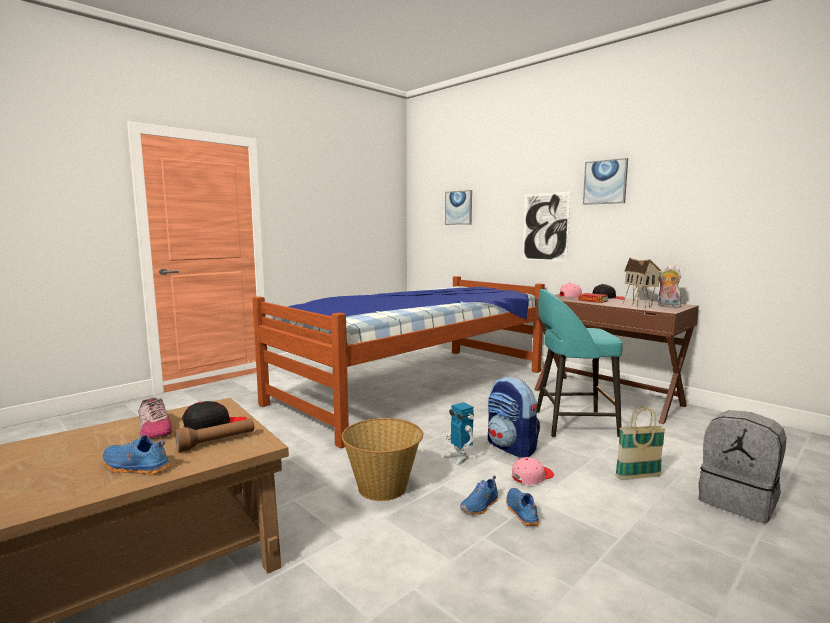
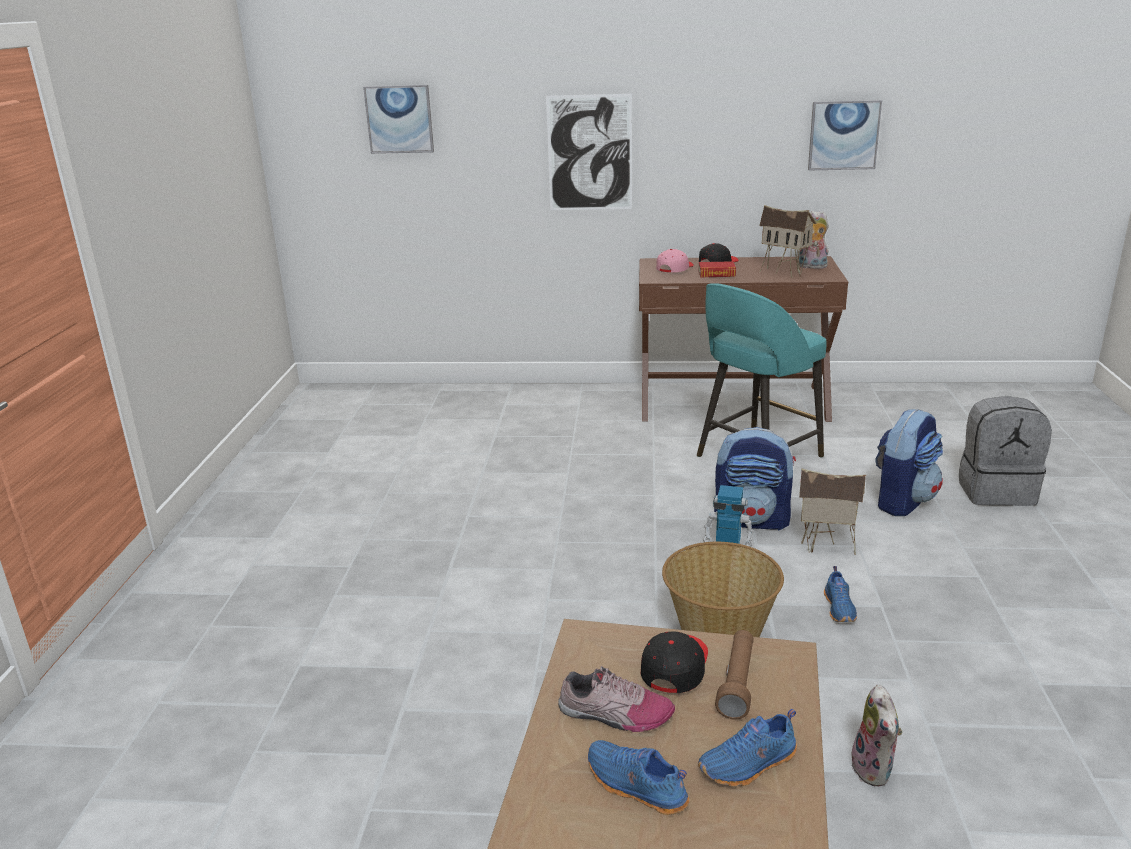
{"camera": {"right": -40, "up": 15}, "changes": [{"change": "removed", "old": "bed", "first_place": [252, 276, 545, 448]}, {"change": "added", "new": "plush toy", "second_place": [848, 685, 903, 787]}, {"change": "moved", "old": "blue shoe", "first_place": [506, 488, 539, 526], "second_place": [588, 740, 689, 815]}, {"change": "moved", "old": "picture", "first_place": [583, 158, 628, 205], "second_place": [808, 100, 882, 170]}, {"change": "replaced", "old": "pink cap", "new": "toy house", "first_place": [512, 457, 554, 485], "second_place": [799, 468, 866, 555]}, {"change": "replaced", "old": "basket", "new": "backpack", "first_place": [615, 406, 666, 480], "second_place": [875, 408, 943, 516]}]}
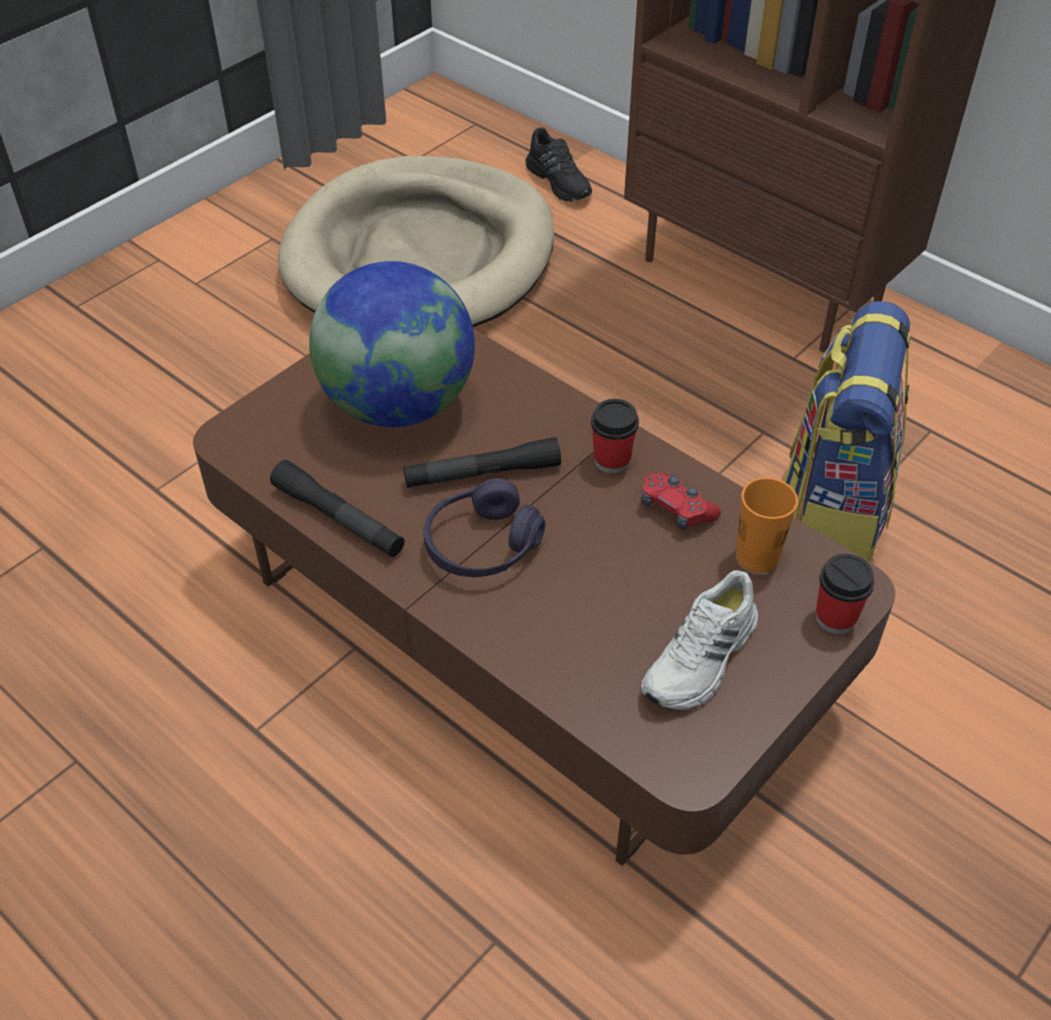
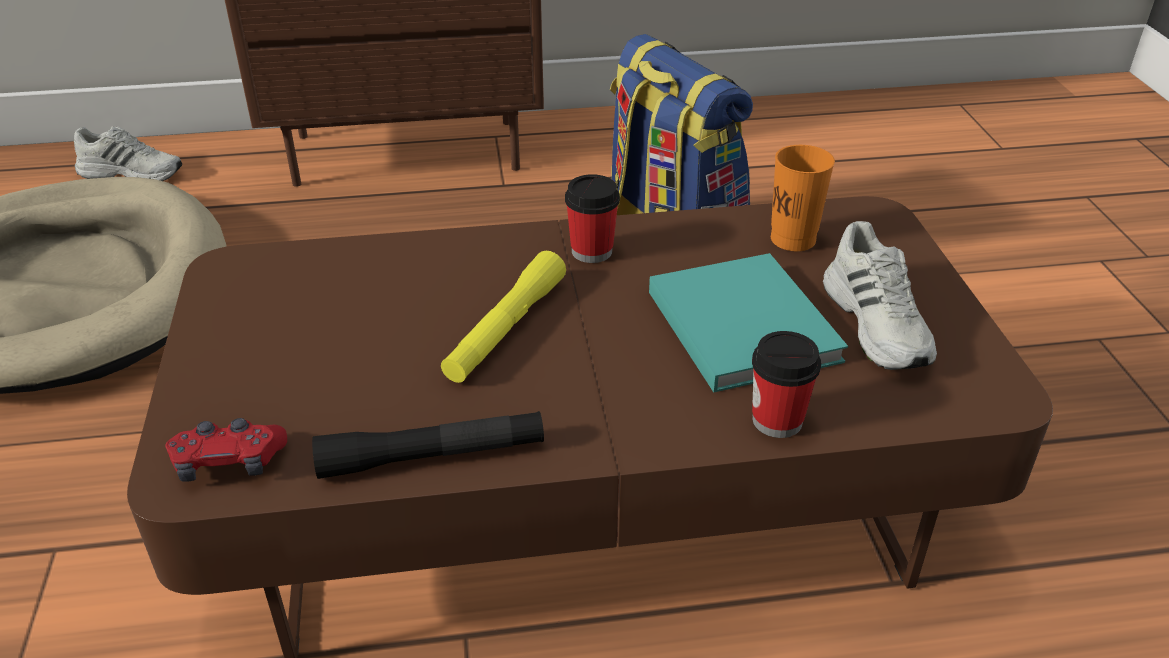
{"camera": {"right": -50, "up": -10}, "changes": [{"change": "removed", "old": "globe", "first_place": [309, 261, 475, 427]}, {"change": "removed", "old": "purple headphones", "first_place": [423, 478, 545, 577]}, {"change": "added", "new": "turquoise book", "second_place": [649, 253, 848, 392]}, {"change": "moved", "old": "red game controller", "first_place": [641, 473, 721, 530], "second_place": [166, 418, 287, 482]}, {"change": "moved", "old": "cup", "first_place": [816, 554, 875, 634], "second_place": [752, 331, 821, 438]}, {"change": "recoloured", "old": "black flashlight", "new": "yellow flashlight", "first_place": [403, 437, 561, 488], "second_place": [441, 251, 566, 383]}, {"change": "recoloured", "old": "black shoe", "new": "white shoe", "first_place": [525, 127, 592, 202], "second_place": [74, 126, 182, 181]}]}
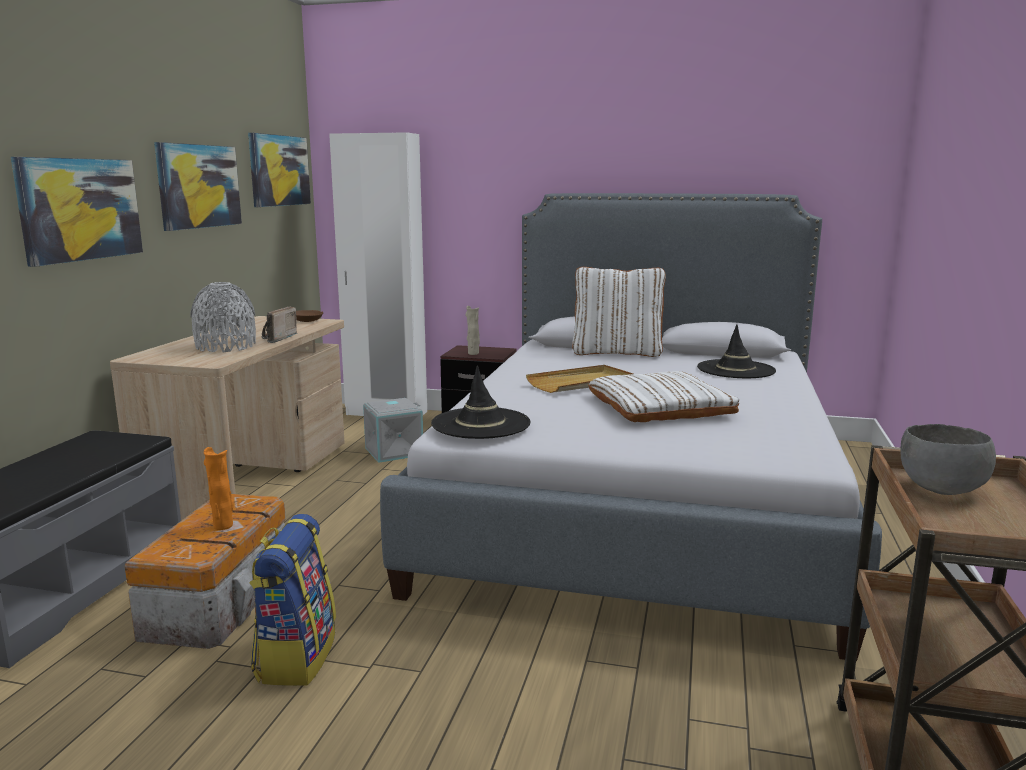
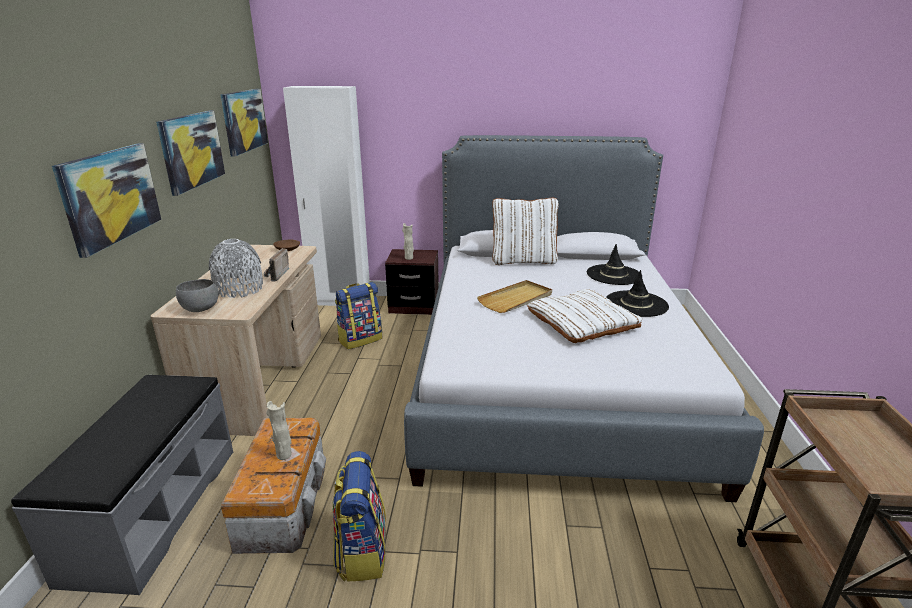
{"camera": {"right": -10, "up": 10}, "changes": [{"change": "moved", "old": "black hat", "first_place": [431, 366, 531, 439], "second_place": [606, 270, 669, 317]}, {"change": "moved", "old": "grey bowl", "first_place": [900, 424, 996, 495], "second_place": [176, 279, 218, 312]}, {"change": "replaced", "old": "grey storage box", "new": "backpack", "first_place": [363, 398, 423, 463], "second_place": [335, 282, 382, 349]}, {"change": "recoloured", "old": "orange vase", "new": "beige vase", "first_place": [204, 447, 234, 530], "second_place": [266, 401, 292, 460]}]}
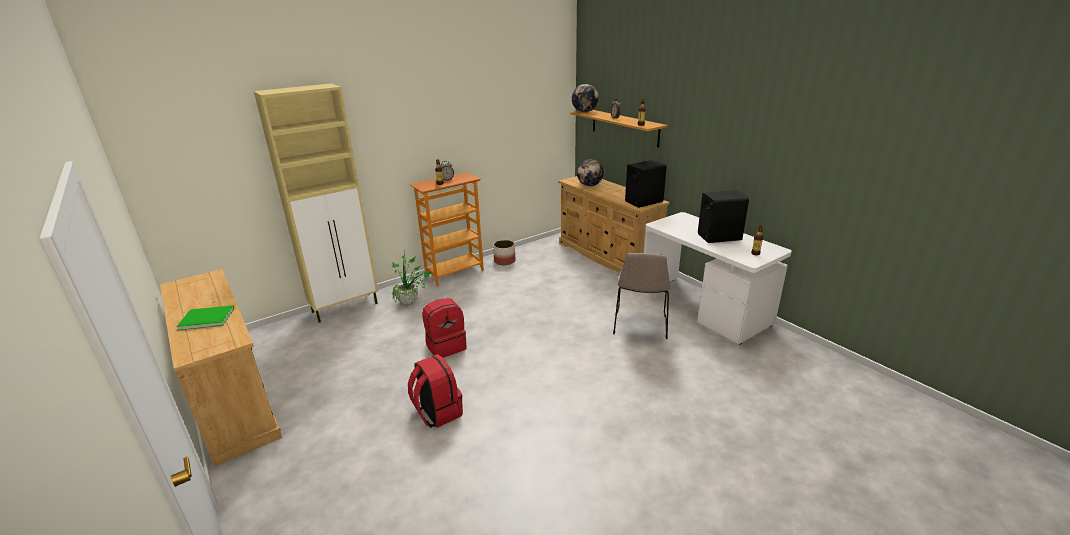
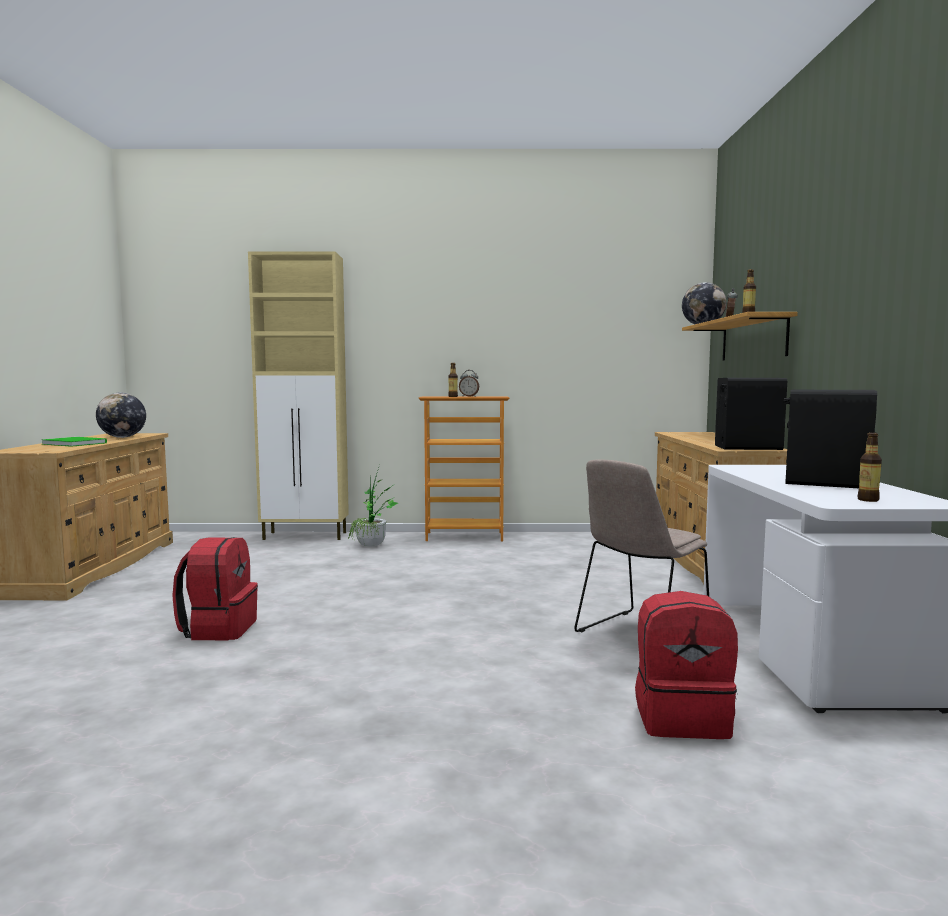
{"camera": {"right": 35, "up": -20}, "changes": [{"change": "removed", "old": "planter", "first_place": [493, 240, 515, 265]}, {"change": "moved", "old": "red backpack", "first_place": [422, 298, 467, 358], "second_place": [635, 591, 738, 739]}, {"change": "moved", "old": "globe", "first_place": [577, 159, 604, 186], "second_place": [96, 393, 146, 438]}]}
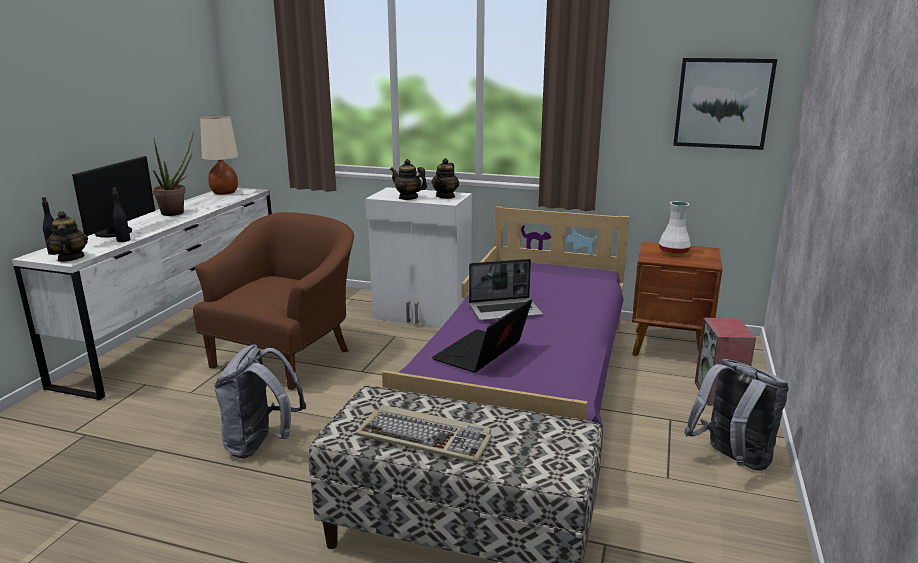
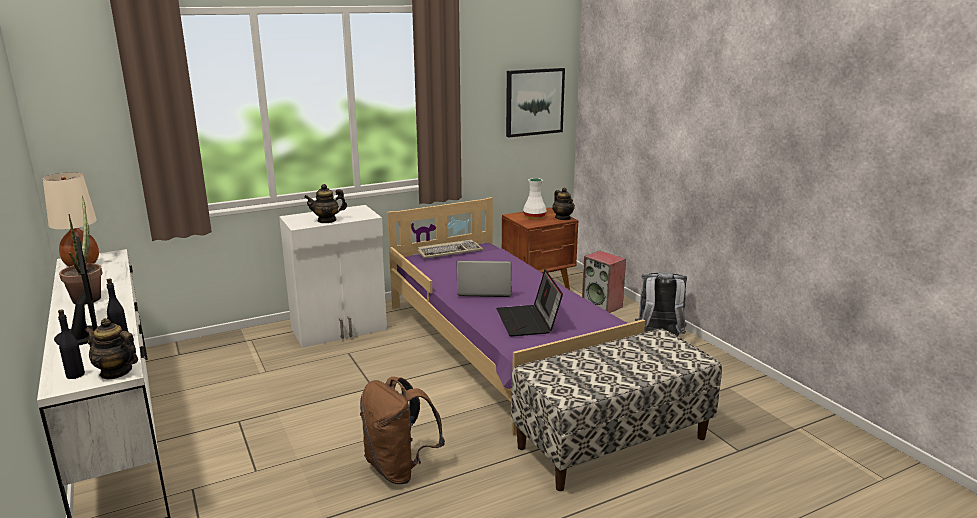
{"camera": {"right": -45, "up": 0}, "changes": [{"change": "removed", "old": "brown armchair", "first_place": [193, 212, 354, 390]}, {"change": "moved", "old": "keyboard", "first_place": [355, 405, 492, 463], "second_place": [418, 240, 483, 258]}, {"change": "moved", "old": "teapot", "first_place": [432, 158, 459, 199], "second_place": [552, 188, 575, 220]}, {"change": "recoloured", "old": "grey backpack", "new": "brown backpack", "first_place": [214, 344, 307, 459], "second_place": [360, 377, 445, 484]}, {"change": "turned", "old": "laptop", "first_place": [469, 259, 543, 321], "second_place": [457, 260, 512, 297], "degrees": -120}]}
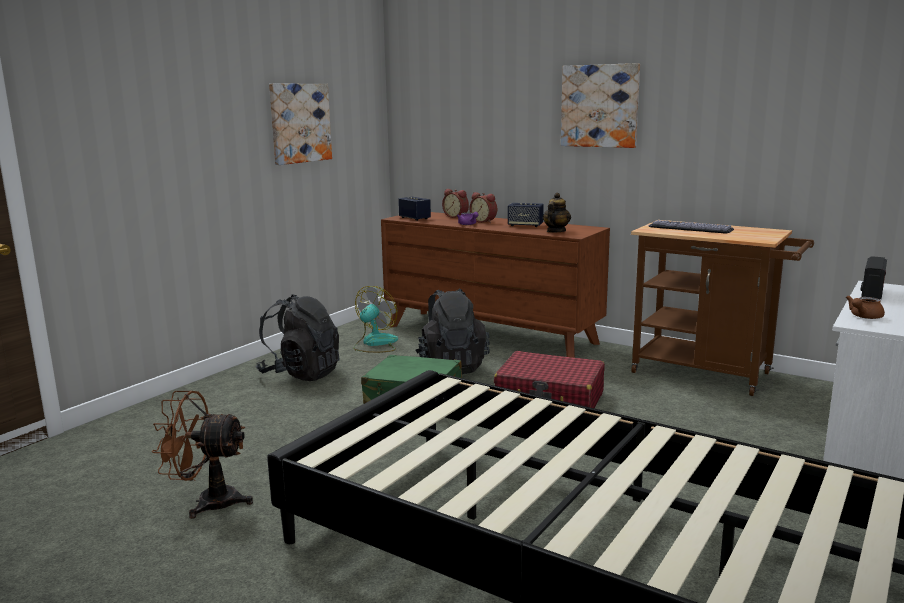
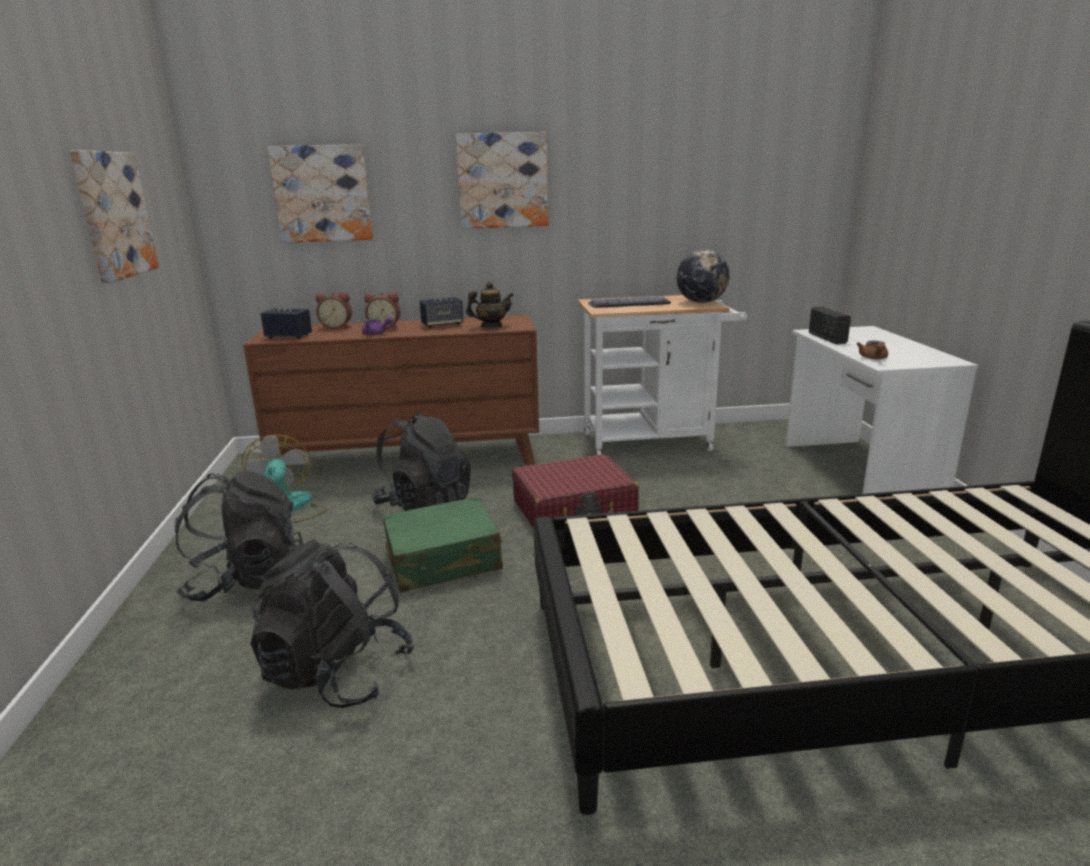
{"camera": {"right": -40, "up": 5}, "changes": [{"change": "removed", "old": "brown fan", "first_place": [152, 391, 253, 519]}, {"change": "added", "new": "black backpack", "second_place": [251, 539, 415, 708]}, {"change": "added", "new": "picture", "second_place": [267, 144, 373, 243]}, {"change": "added", "new": "globe", "second_place": [677, 250, 730, 303]}, {"change": "recoloured", "old": "brown cart", "new": "white cart", "first_place": [631, 220, 814, 396], "second_place": [578, 295, 747, 455]}, {"change": "turned", "old": "teapot", "first_place": [543, 192, 571, 233], "second_place": [466, 282, 514, 328], "degrees": 90}]}
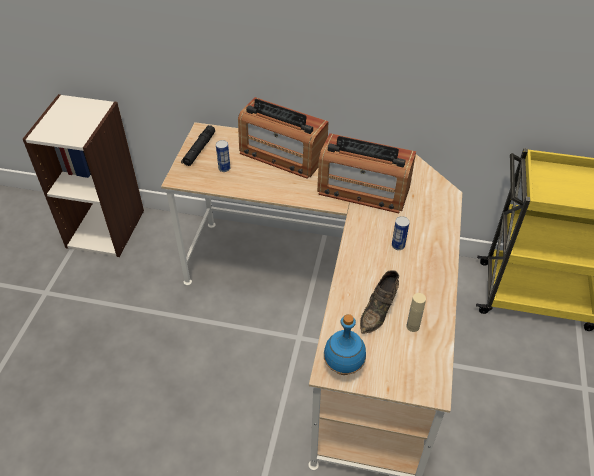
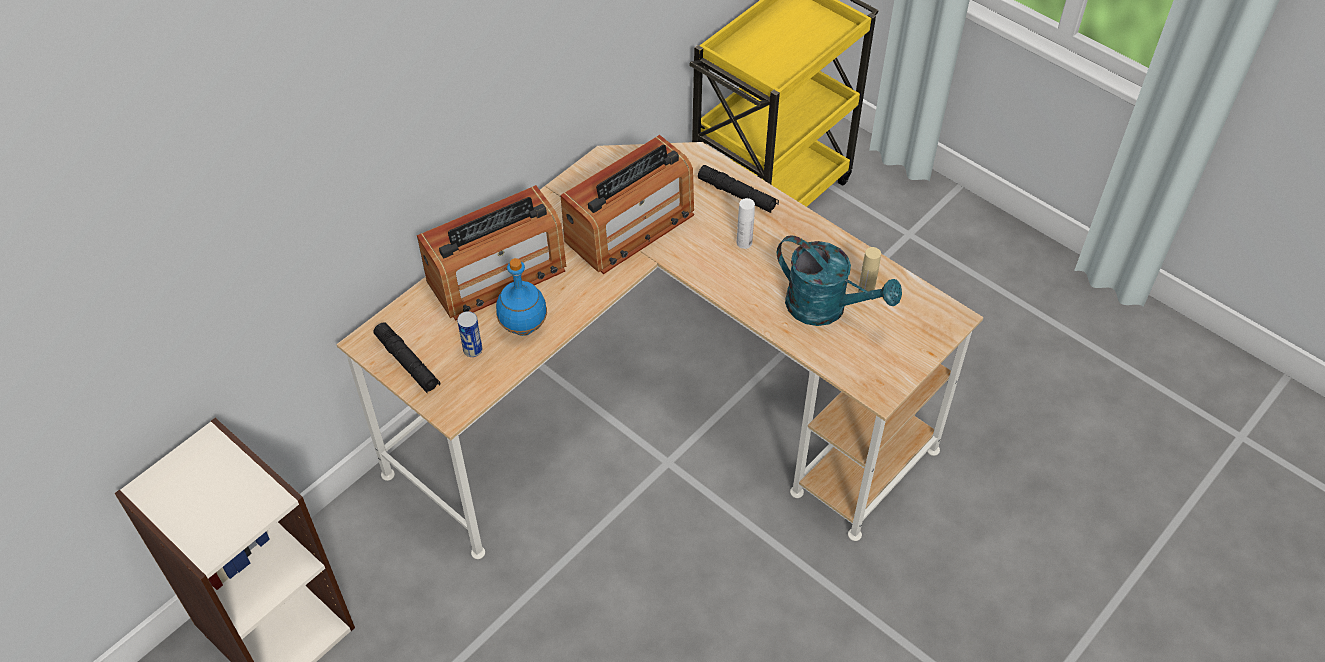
{"camera": {"right": -60, "up": 5}, "changes": [{"change": "added", "new": "black flashlight", "second_place": [698, 165, 779, 213]}, {"change": "moved", "old": "blue bottle", "first_place": [324, 314, 366, 375], "second_place": [496, 258, 547, 336]}, {"change": "replaced", "old": "brown shoe", "new": "turquoise watering can", "first_place": [360, 270, 399, 334], "second_place": [777, 236, 902, 326]}, {"change": "replaced", "old": "can", "new": "white bottle", "first_place": [392, 216, 410, 250], "second_place": [737, 198, 755, 249]}]}
